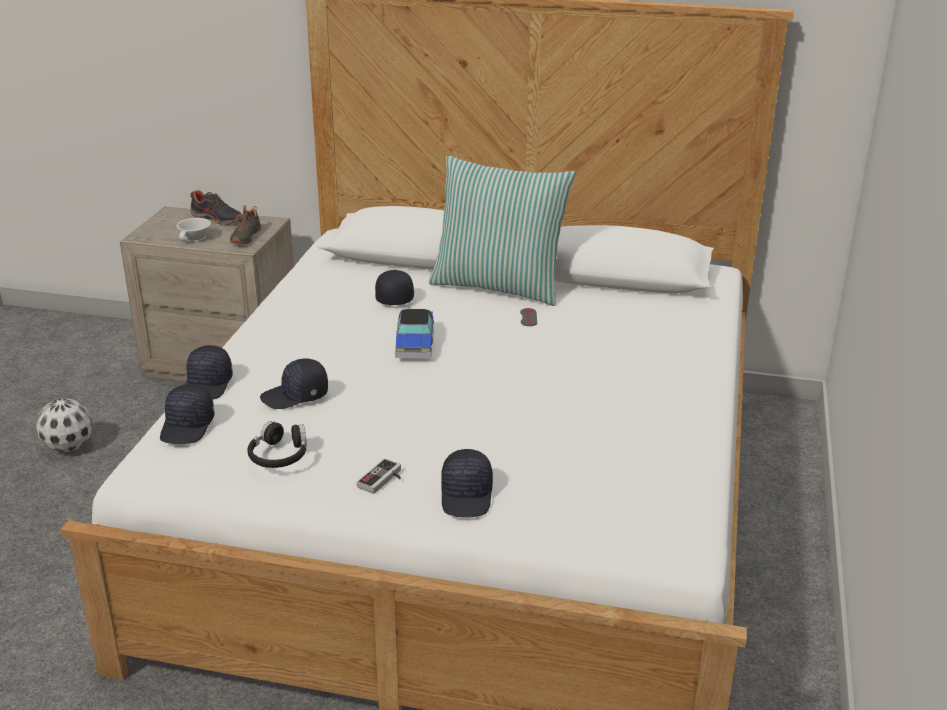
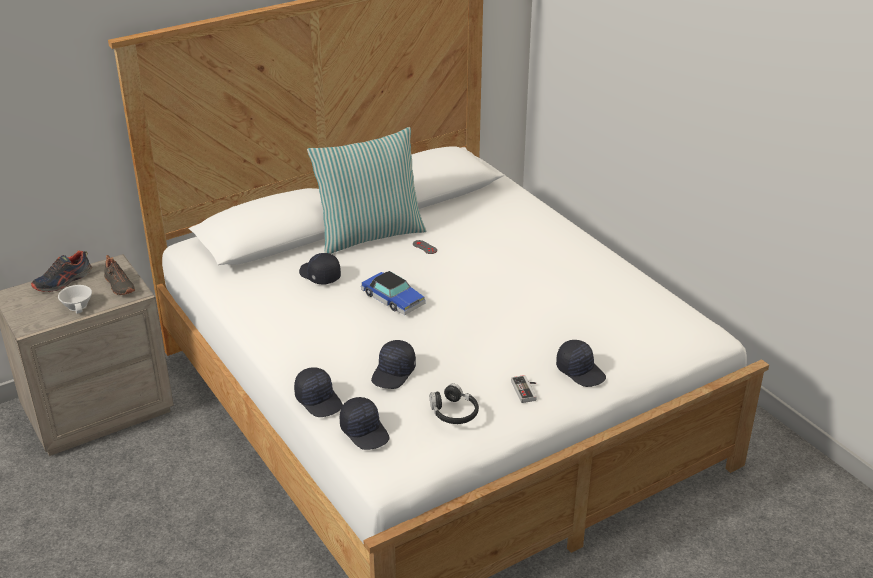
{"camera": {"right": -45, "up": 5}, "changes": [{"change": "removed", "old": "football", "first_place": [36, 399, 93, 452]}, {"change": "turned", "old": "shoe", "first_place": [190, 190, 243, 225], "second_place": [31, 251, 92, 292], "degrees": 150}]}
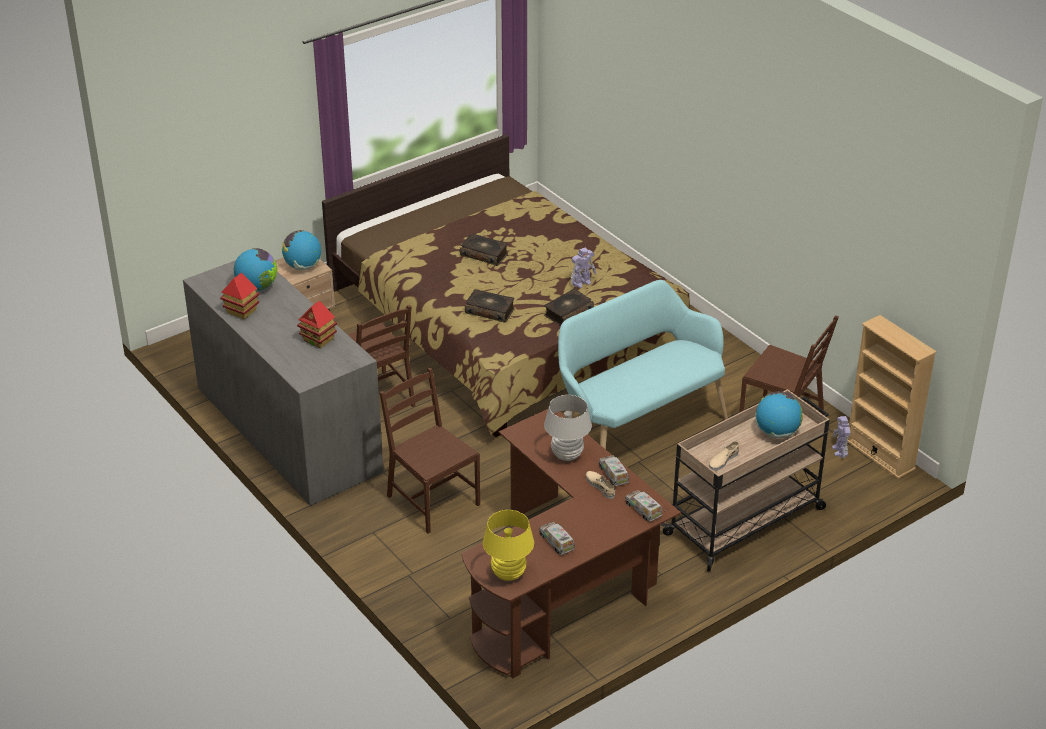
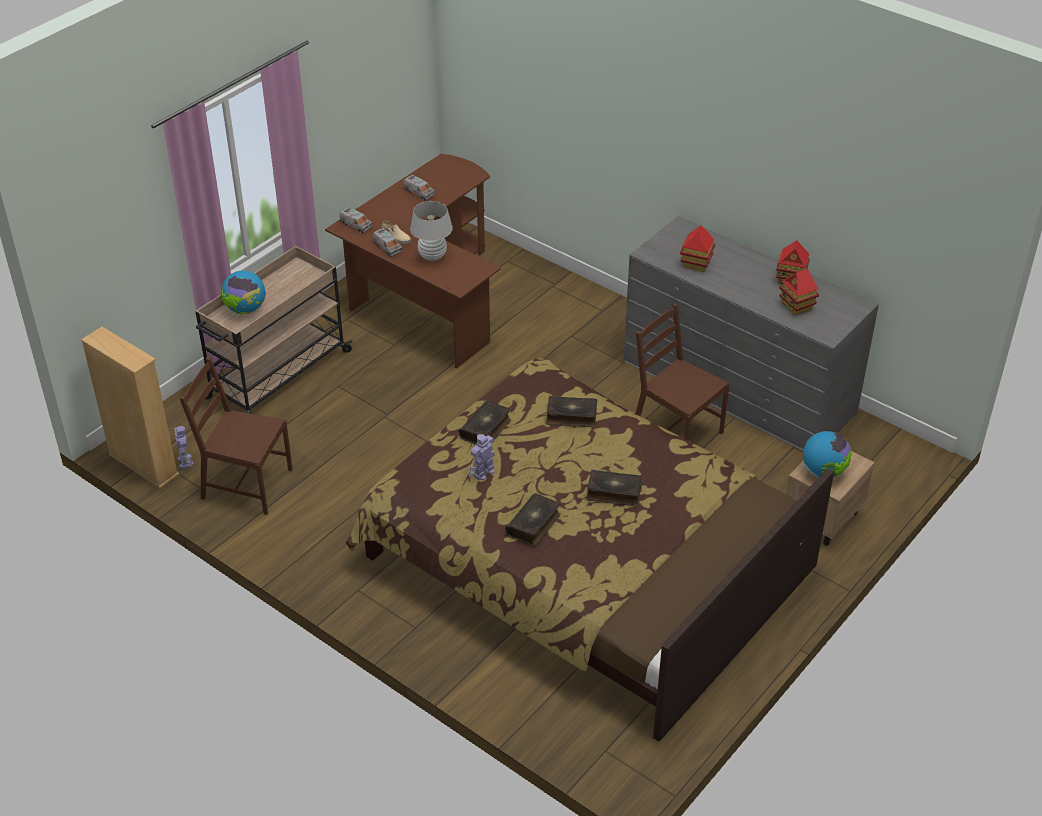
{"camera": {"right": 165, "up": 5}, "changes": [{"change": "removed", "old": "brown chair", "first_place": [379, 368, 480, 534]}, {"change": "removed", "old": "yellow table lamp", "first_place": [483, 510, 534, 581]}, {"change": "removed", "old": "turquoise bench", "first_place": [558, 280, 728, 449]}, {"change": "removed", "old": "beige shoe", "first_place": [709, 441, 739, 471]}, {"change": "added", "new": "book", "second_place": [505, 493, 561, 546]}, {"change": "replaced", "old": "globe", "new": "toy house", "first_place": [234, 248, 277, 292], "second_place": [779, 269, 819, 316]}]}
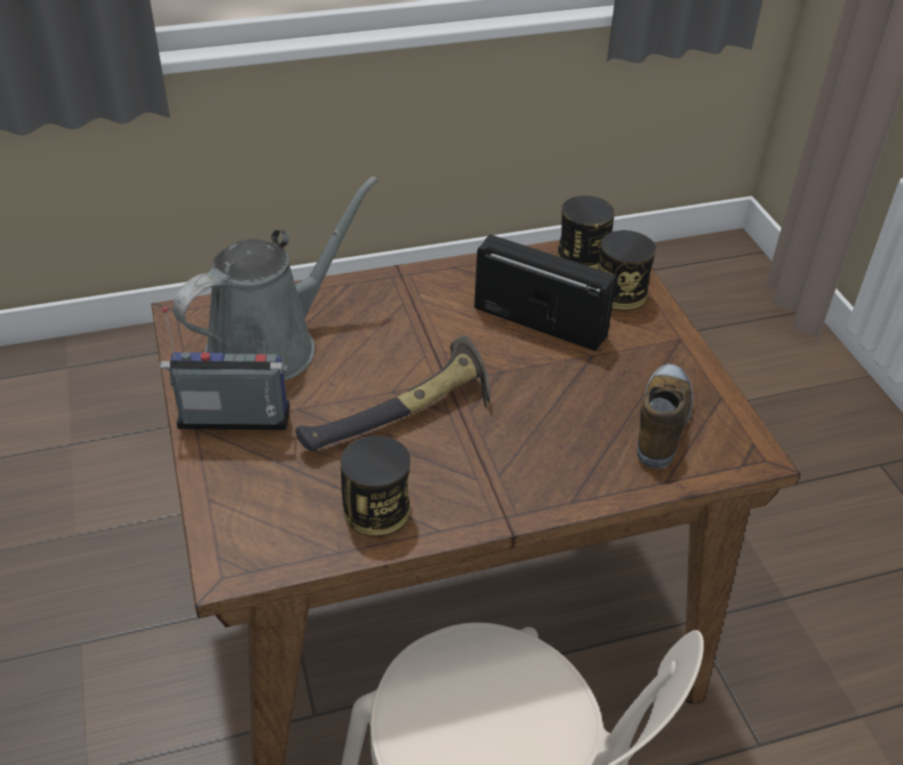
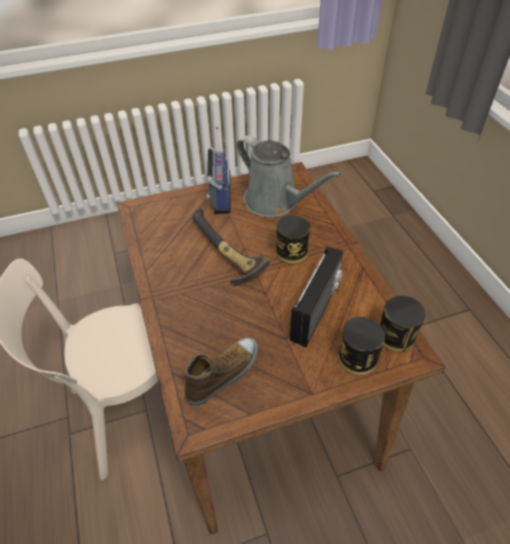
{"camera": {"right": 90, "up": 5}, "changes": [{"change": "moved", "old": "can", "first_place": [341, 435, 411, 537], "second_place": [276, 215, 311, 264]}, {"change": "turned", "old": "shoe", "first_place": [637, 364, 693, 469], "second_place": [184, 338, 258, 406], "degrees": -60}]}
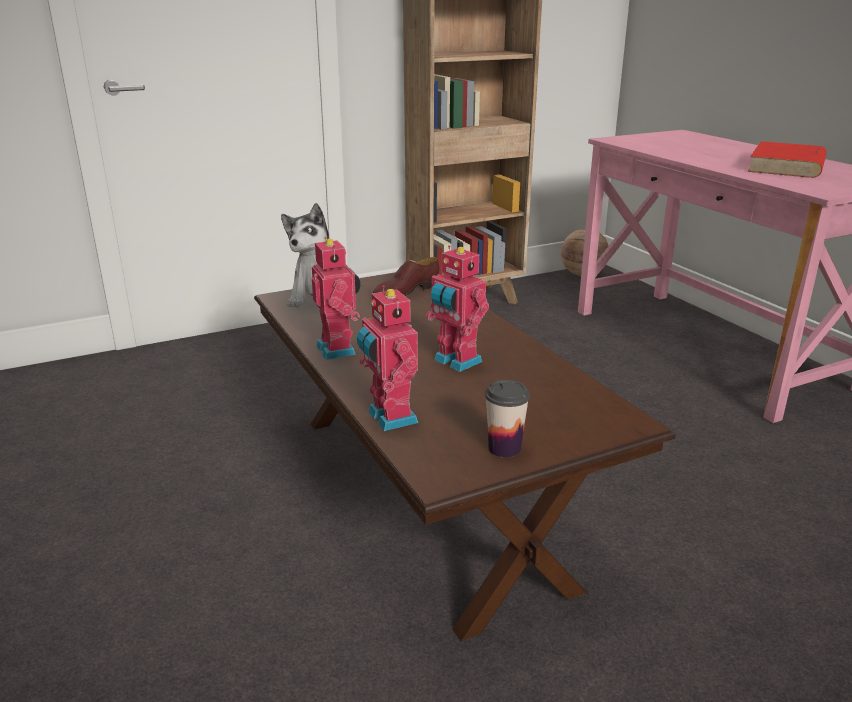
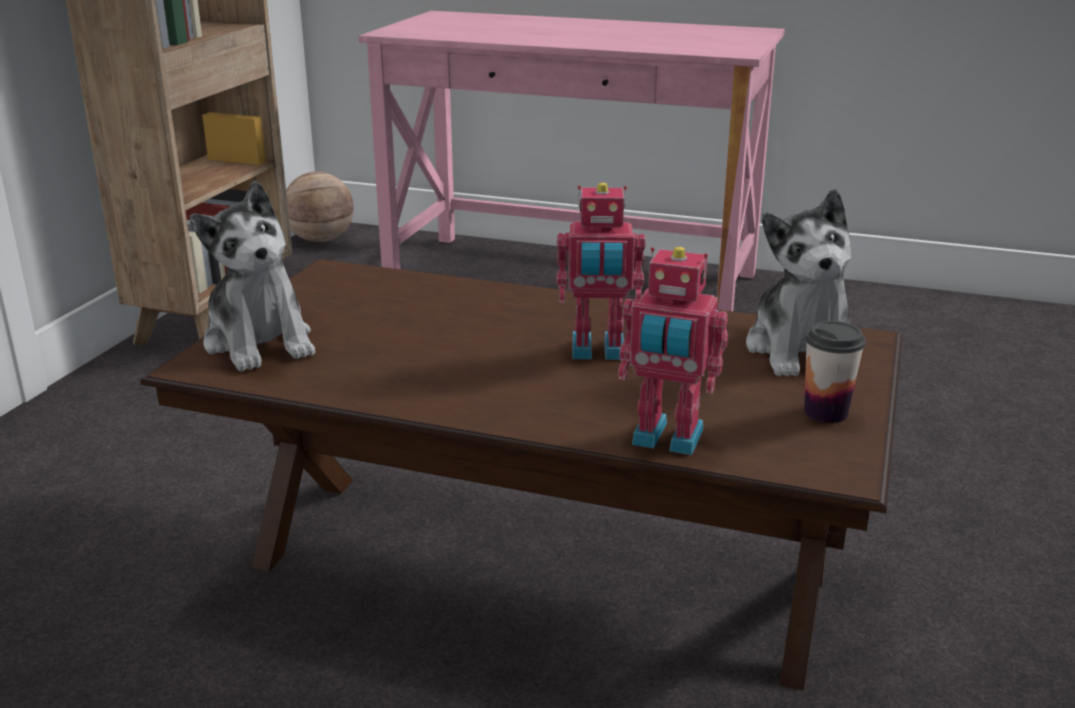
{"camera": {"right": -45, "up": 0}, "changes": [{"change": "removed", "old": "toy robot", "first_place": [312, 237, 361, 360]}, {"change": "removed", "old": "brown shoe", "first_place": [373, 257, 439, 296]}, {"change": "removed", "old": "red book", "first_place": [747, 141, 826, 178]}, {"change": "added", "new": "plush toy", "second_place": [746, 189, 851, 377]}]}
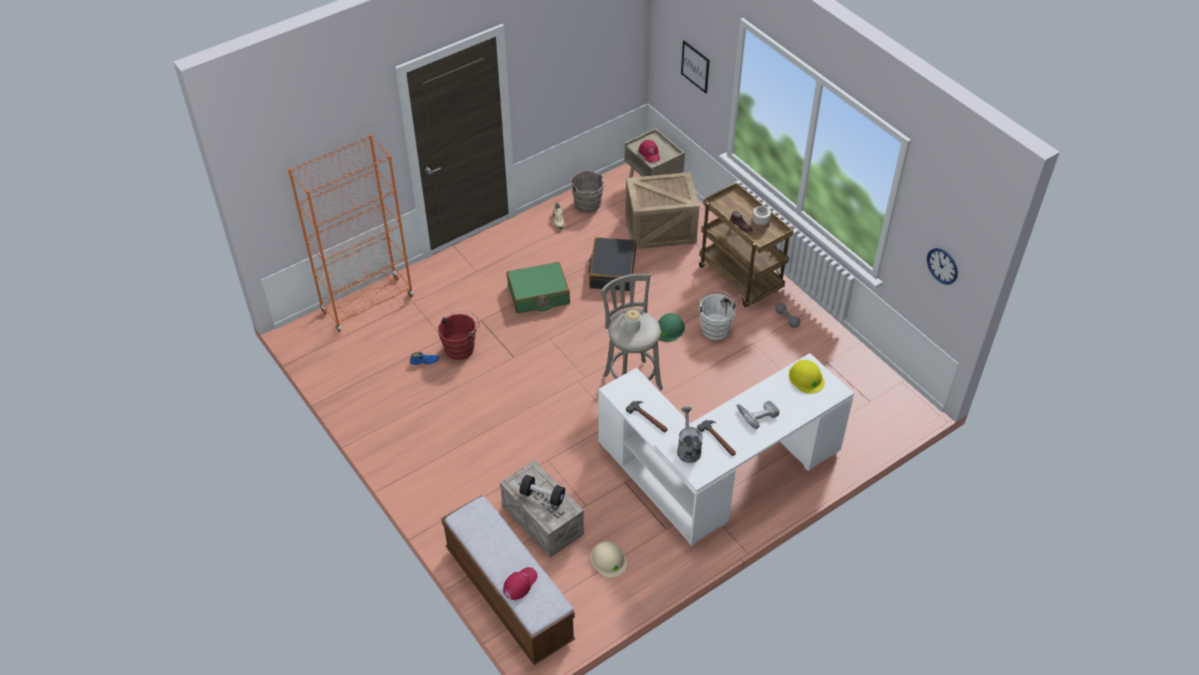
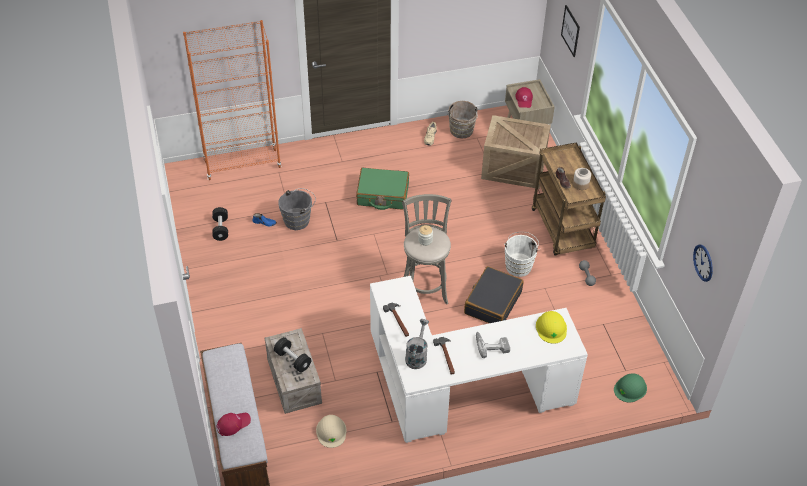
{"camera": {"right": 20, "up": 0}, "changes": [{"change": "added", "new": "black dumbbell", "second_place": [212, 207, 228, 241]}, {"change": "moved", "old": "black suitcase", "first_place": [588, 237, 636, 291], "second_place": [464, 266, 524, 323]}, {"change": "moved", "old": "green hard hat", "first_place": [658, 313, 685, 342], "second_place": [614, 373, 647, 403]}, {"change": "recoloured", "old": "red bucket", "new": "grey bucket", "first_place": [438, 311, 479, 360], "second_place": [278, 188, 316, 230]}]}
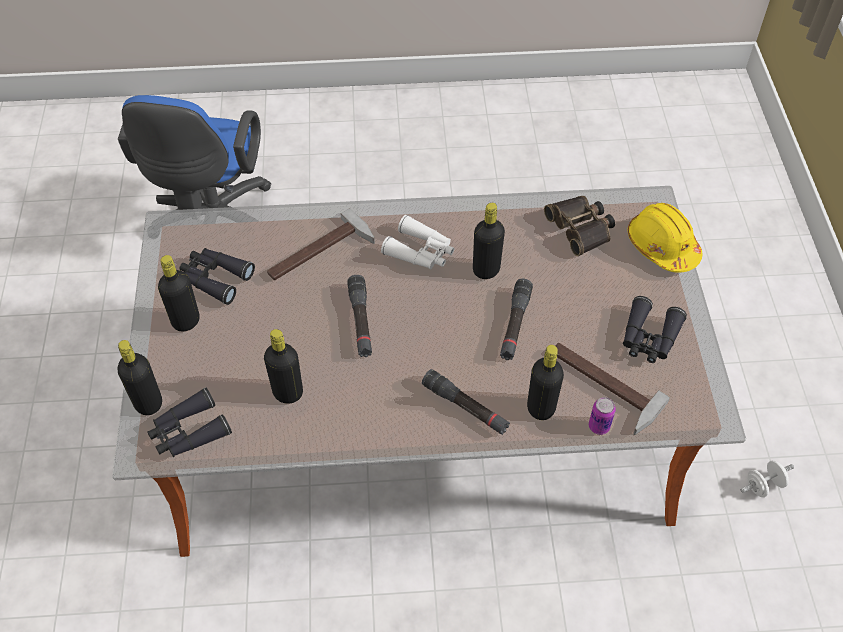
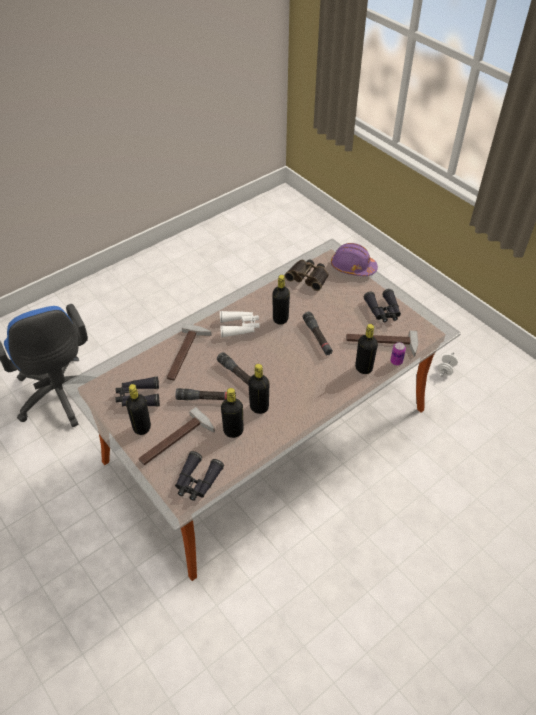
{"camera": {"right": -35, "up": -5}, "changes": [{"change": "added", "new": "hammer", "second_place": [139, 407, 215, 465]}, {"change": "moved", "old": "black bottle", "first_place": [118, 340, 162, 415], "second_place": [248, 364, 269, 414]}, {"change": "moved", "old": "black flashlight", "first_place": [422, 369, 510, 435], "second_place": [176, 388, 236, 400]}, {"change": "recoloured", "old": "yellow hard hat", "new": "purple hard hat", "first_place": [627, 203, 702, 273], "second_place": [331, 243, 378, 276]}]}
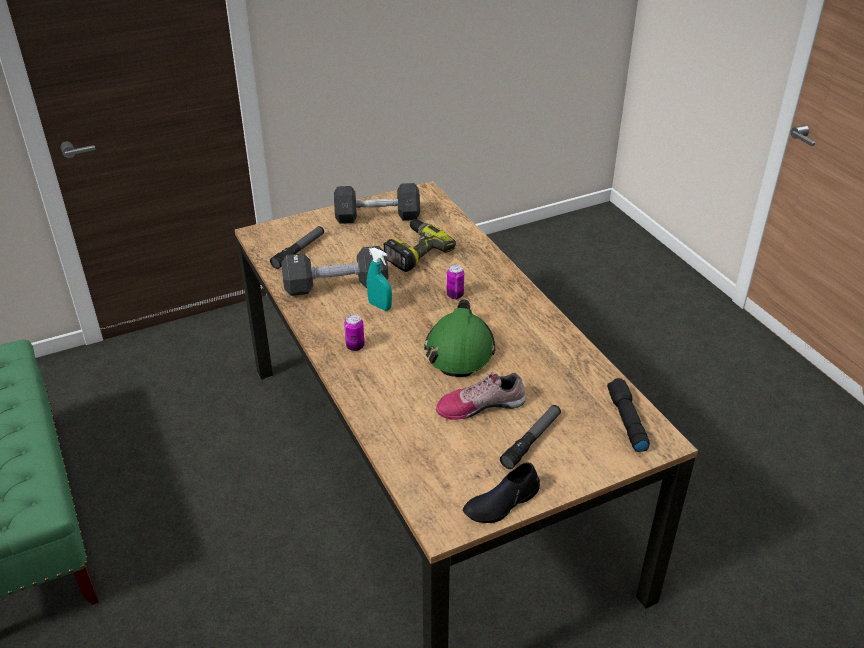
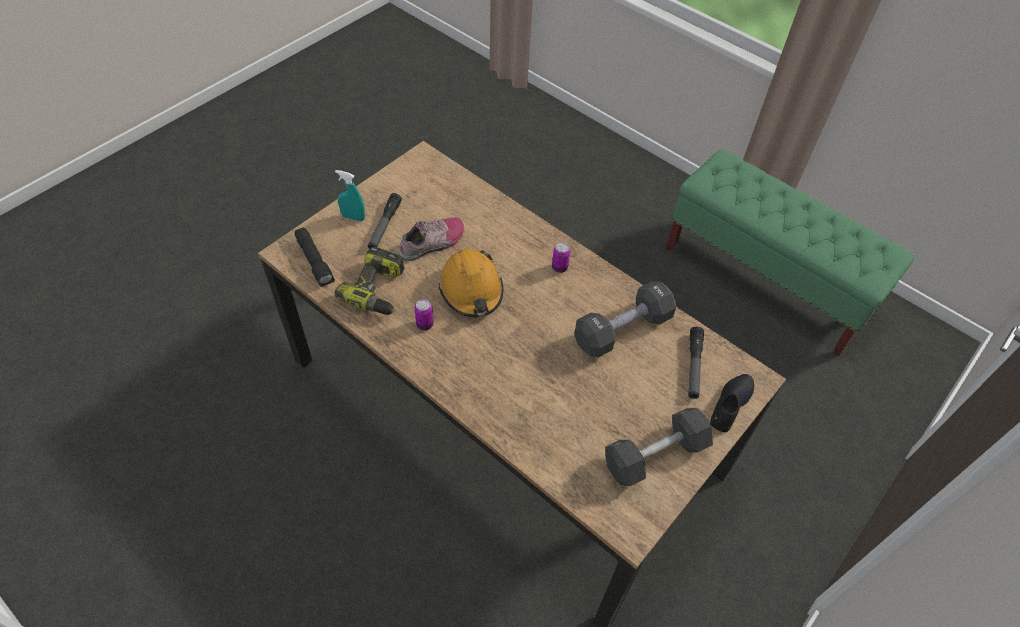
{"camera": {"right": 155, "up": 15}, "changes": [{"change": "moved", "old": "turquoise spray bottle", "first_place": [367, 248, 392, 311], "second_place": [335, 170, 365, 222]}, {"change": "moved", "old": "power drill", "first_place": [383, 219, 456, 272], "second_place": [335, 247, 404, 315]}, {"change": "moved", "old": "can", "first_place": [447, 264, 464, 299], "second_place": [415, 299, 434, 330]}, {"change": "moved", "old": "black shoe", "first_place": [463, 462, 540, 523], "second_place": [710, 374, 754, 432]}, {"change": "recoloured", "old": "green hard hat", "new": "orange hard hat", "first_place": [424, 299, 495, 377], "second_place": [439, 249, 503, 317]}]}
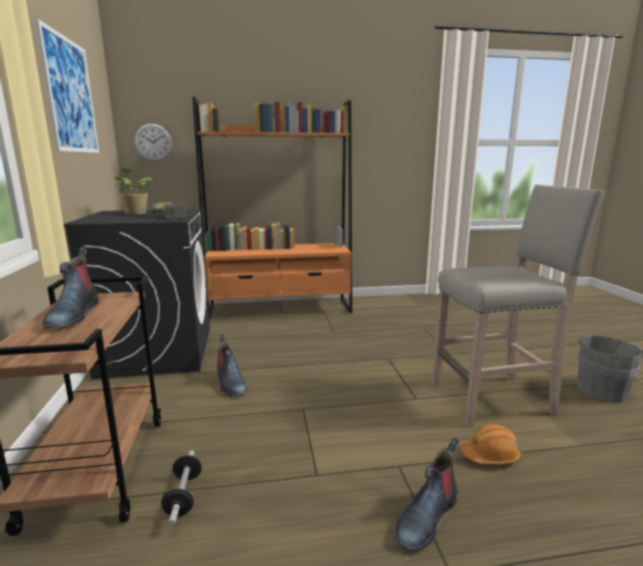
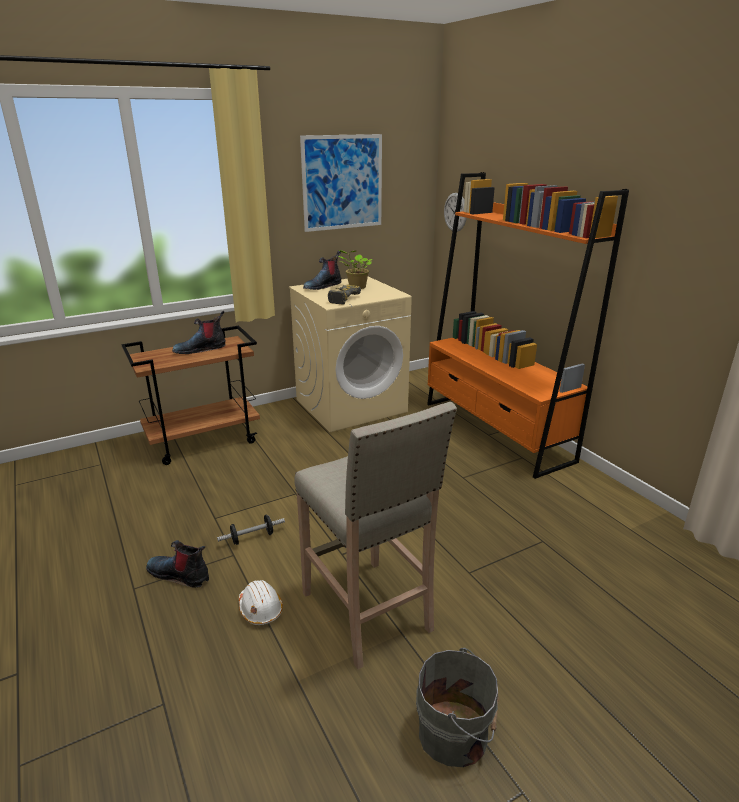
{"camera": {"right": 70, "up": 10}, "changes": [{"change": "moved", "old": "dumbbell", "first_place": [161, 450, 202, 526], "second_place": [217, 515, 285, 545]}, {"change": "moved", "old": "boot", "first_place": [217, 334, 247, 396], "second_place": [303, 251, 341, 290]}, {"change": "recoloured", "old": "black washing machine", "new": "beige washing machine", "first_place": [64, 209, 210, 379], "second_place": [289, 277, 412, 432]}, {"change": "recoloured", "old": "orange hard hat", "new": "white hard hat", "first_place": [461, 424, 521, 465], "second_place": [239, 580, 283, 625]}]}
